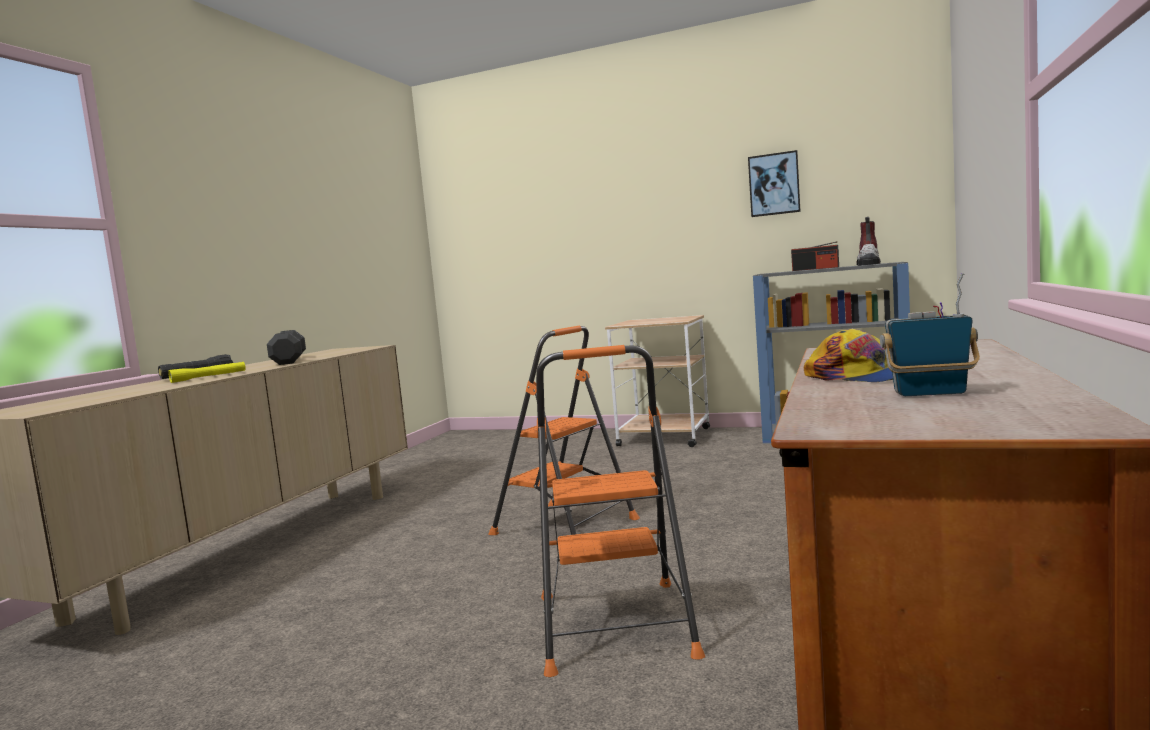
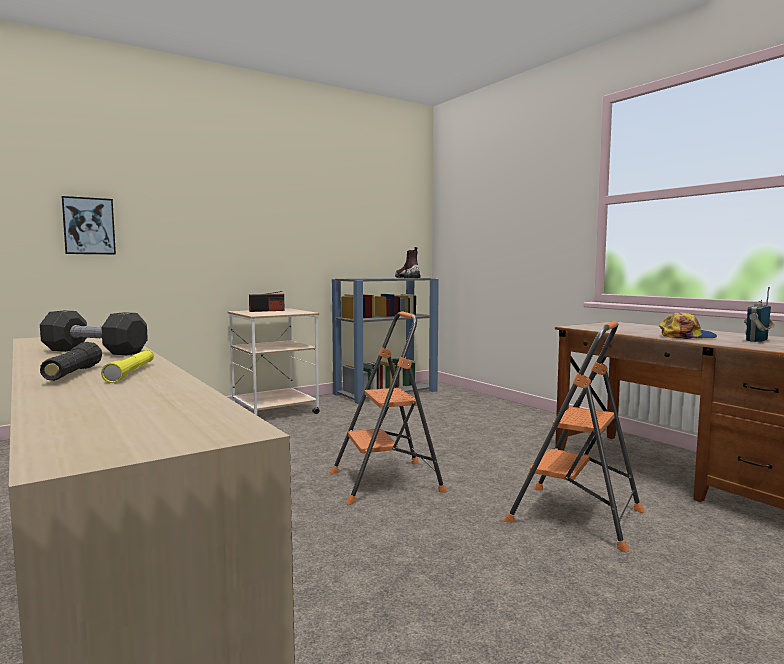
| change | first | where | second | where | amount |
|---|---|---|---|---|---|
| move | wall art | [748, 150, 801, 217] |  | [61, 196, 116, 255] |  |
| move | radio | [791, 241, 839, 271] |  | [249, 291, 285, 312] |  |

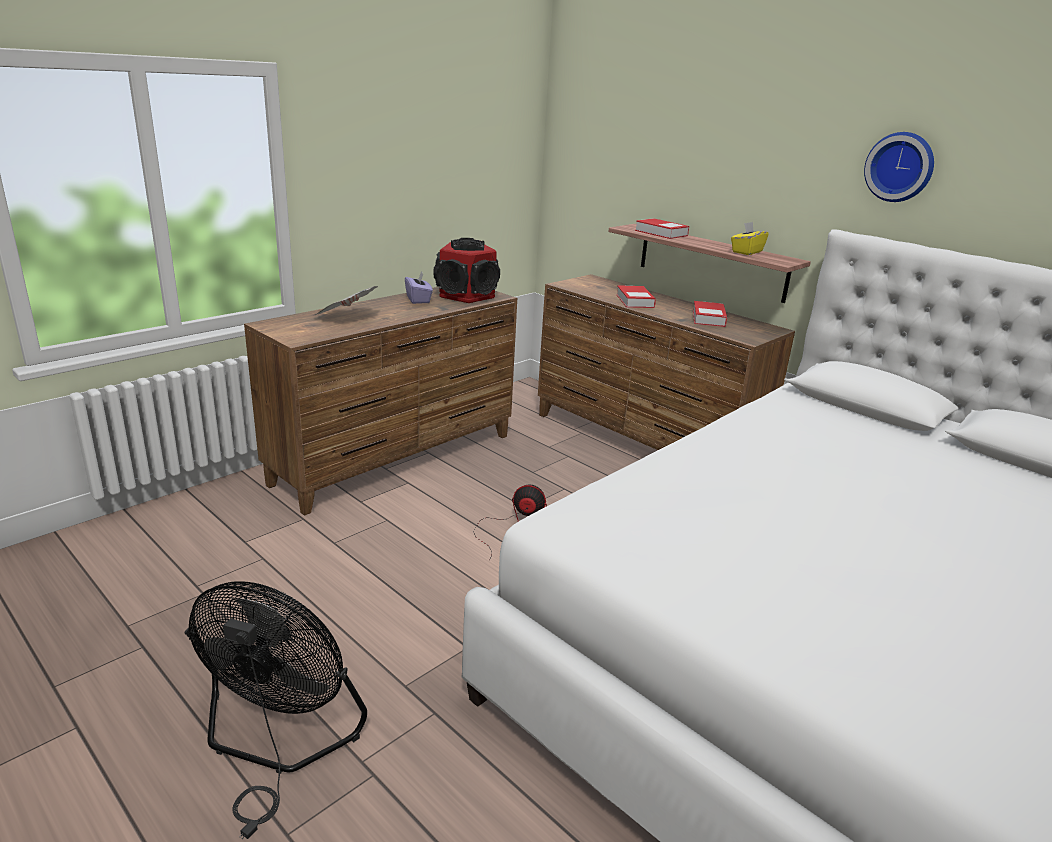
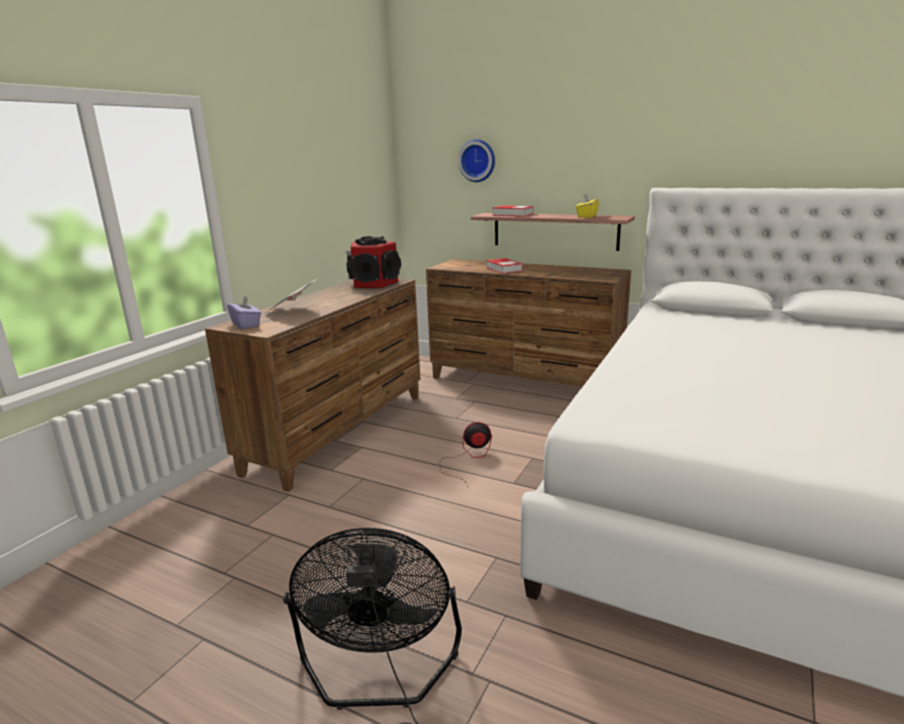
| change | first | where | second | where | amount |
|---|---|---|---|---|---|
| move | wall clock | [864, 132, 934, 202] |  | [458, 139, 495, 182] |  |
| move | tissue box (purple) | [405, 272, 433, 304] |  | [227, 295, 261, 329] |  |
| delete | volume | [693, 301, 727, 327] |  |  |  |

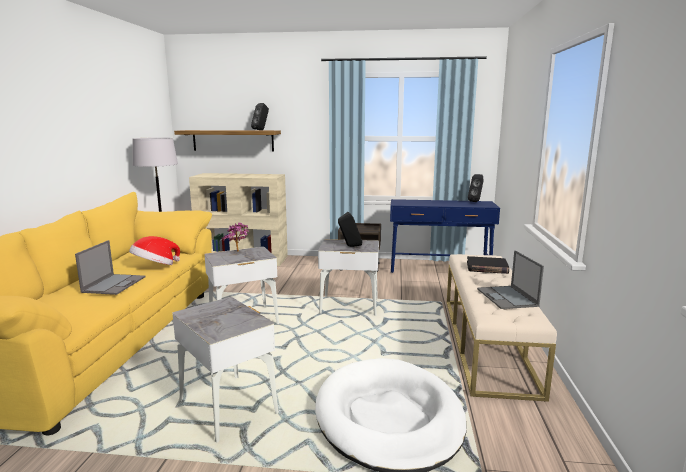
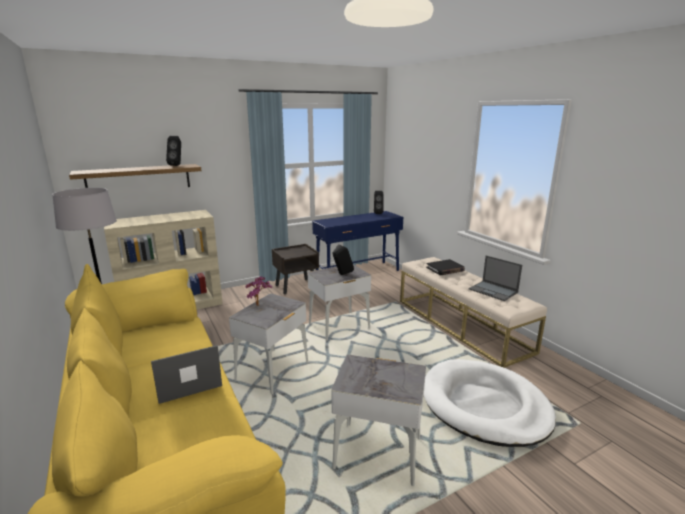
| change | first | where | second | where | amount |
|---|---|---|---|---|---|
| delete | wearable hat | [129, 236, 180, 265] |  |  |  |
| rotate | portable computer | [75, 240, 145, 295] |  | [151, 345, 222, 404] | 90 degrees counterclockwise |

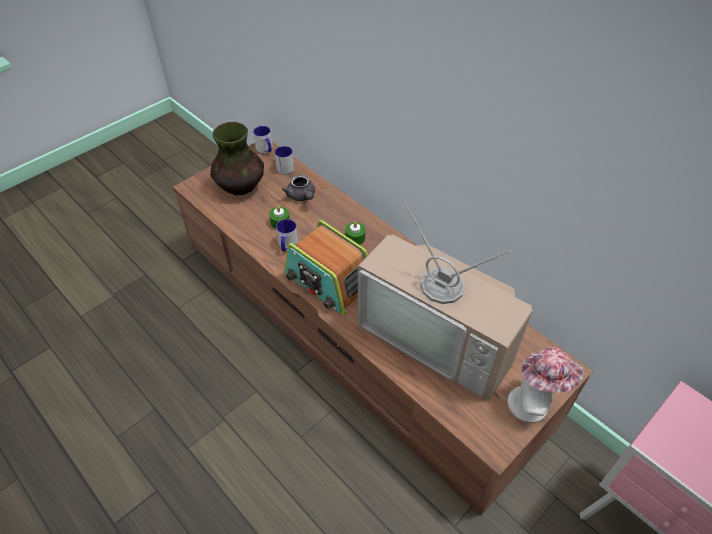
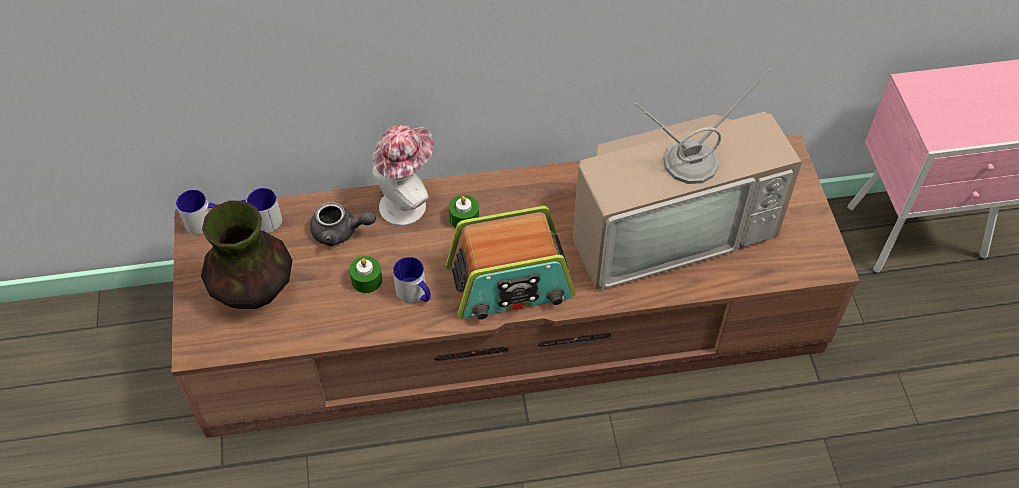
| change | first | where | second | where | amount |
|---|---|---|---|---|---|
| move | wearable hat | [507, 347, 584, 423] |  | [372, 125, 433, 226] |  |

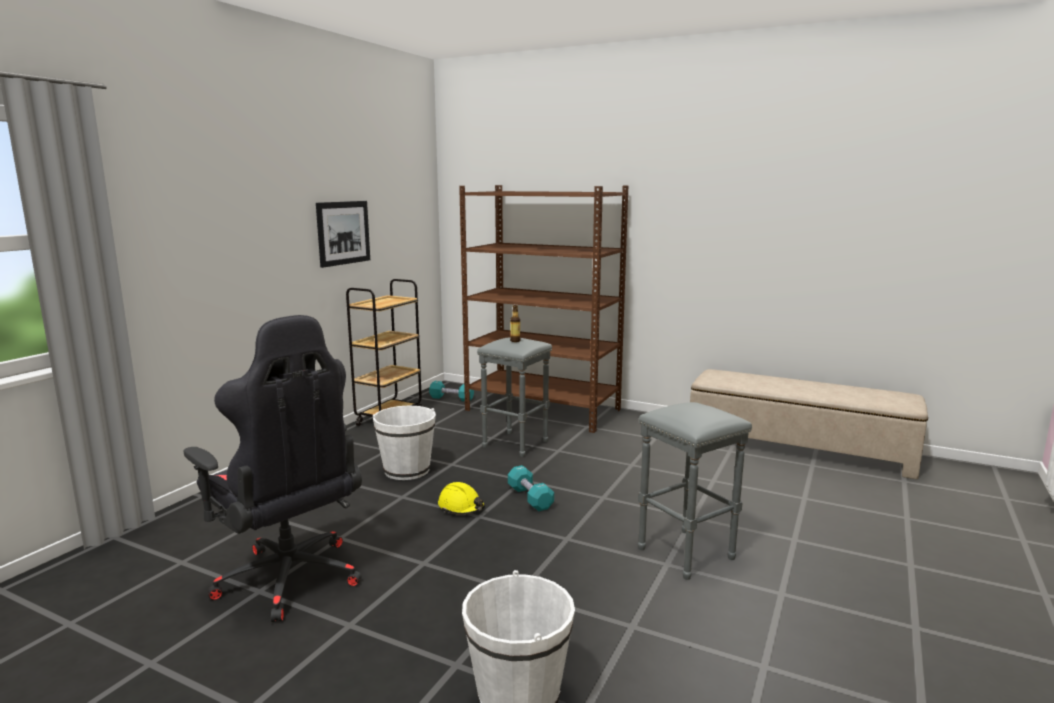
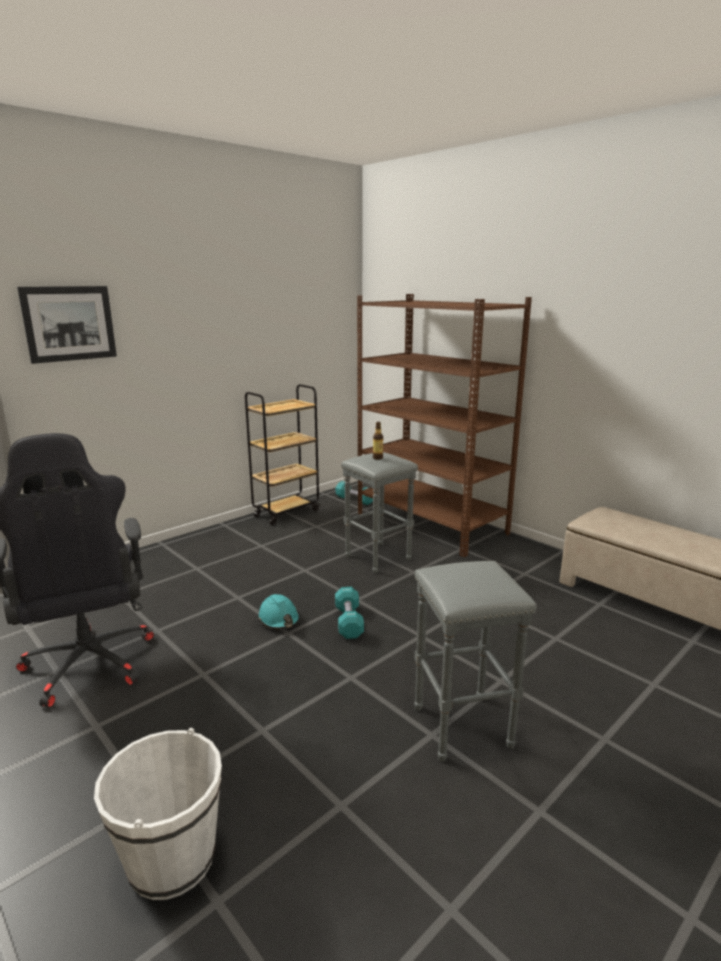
| change | first | where | second | where | amount |
|---|---|---|---|---|---|
| move | wall art | [316, 201, 370, 268] |  | [17, 286, 117, 364] |  |
| delete | water bucket (white) | [373, 406, 436, 480] |  |  |  |
| recolor | safety helmet (yellow) | [438, 482, 485, 515] | safety helmet (turquoise-coloured) | [258, 594, 300, 629] |  |

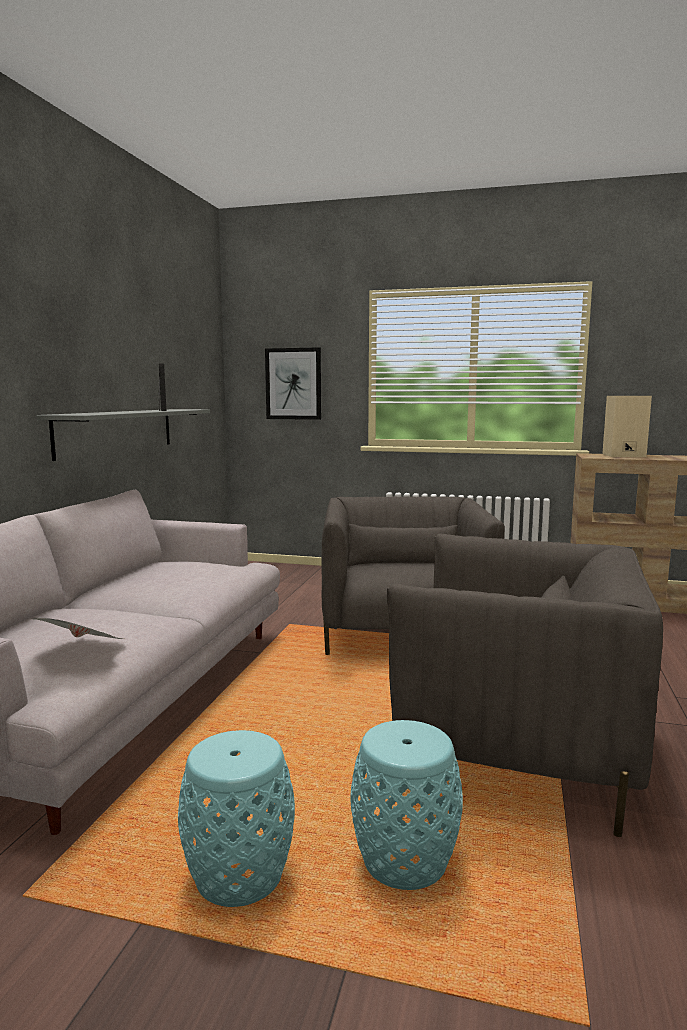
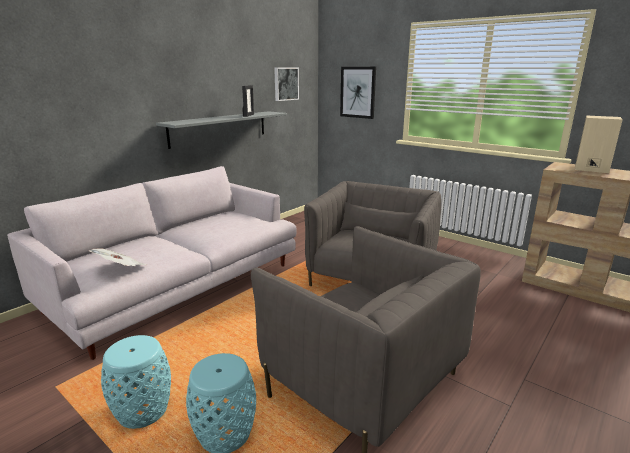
| change | first | where | second | where | amount |
|---|---|---|---|---|---|
| insert |  |  | wall art | [274, 68, 299, 101] |  |

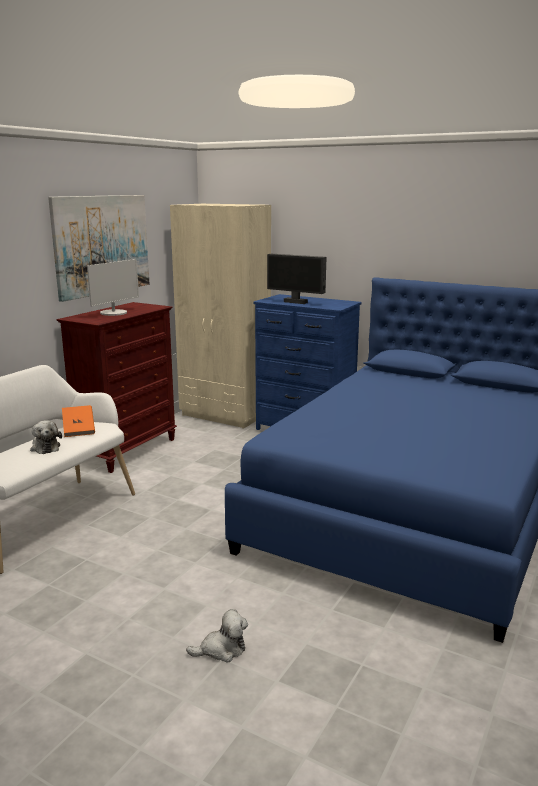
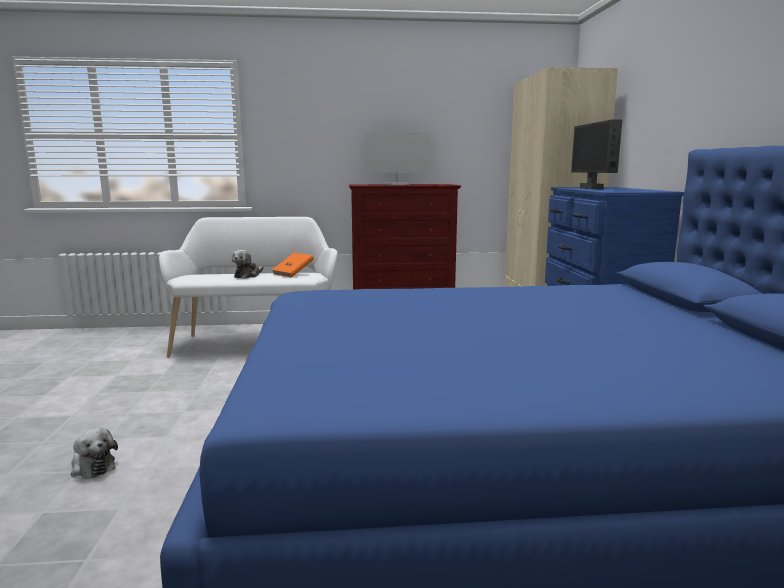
| change | first | where | second | where | amount |
|---|---|---|---|---|---|
| delete | wall art | [48, 195, 149, 302] |  |  |  |

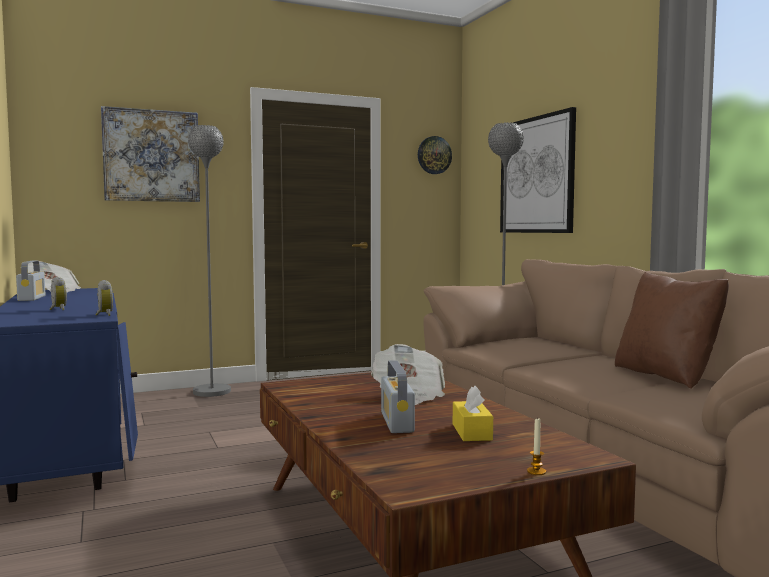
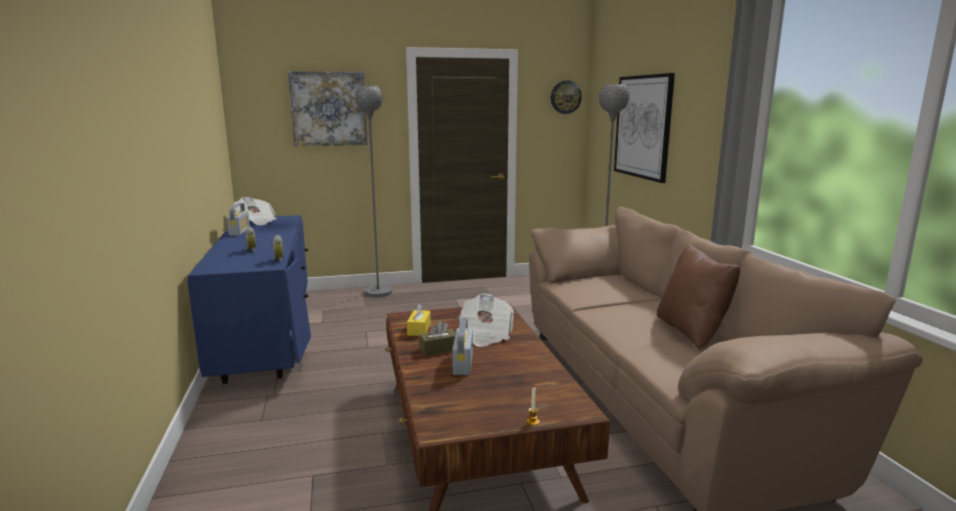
| change | first | where | second | where | amount |
|---|---|---|---|---|---|
| move | tissue box (yellow) | [453, 386, 493, 441] |  | [407, 303, 431, 336] |  |
| insert |  |  | tissue box (brownish) | [419, 321, 456, 356] |  |

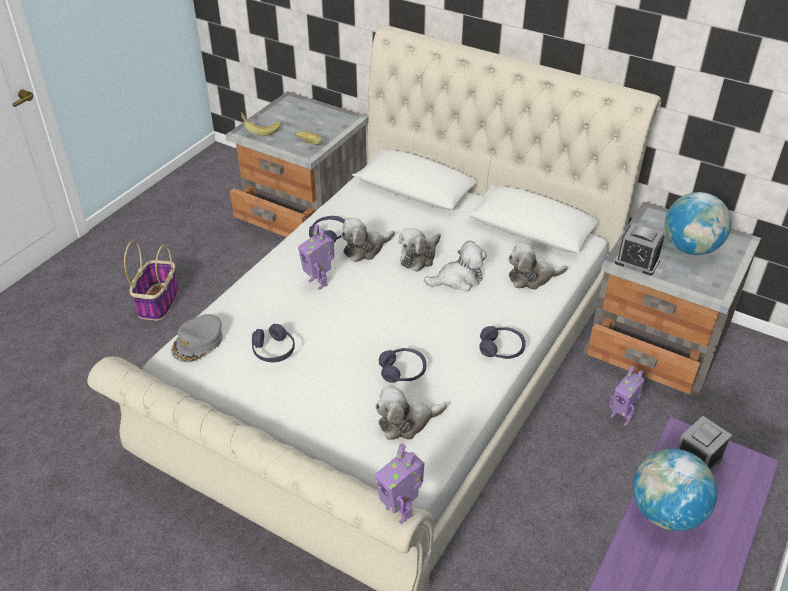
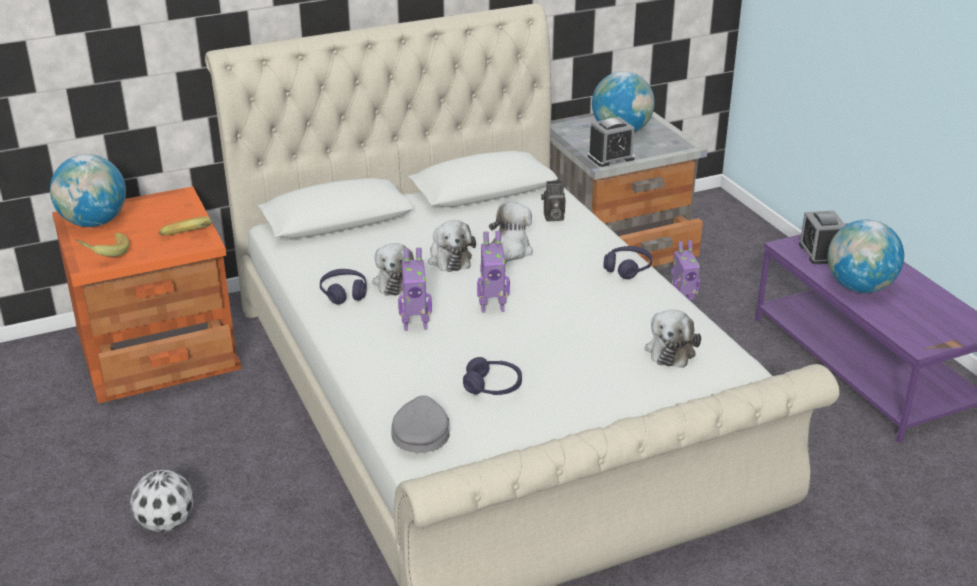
| change | first | where | second | where | amount |
|---|---|---|---|---|---|
| recolor | nightstand (gray) | [226, 91, 368, 237] | nightstand (orange-coloured) | [52, 186, 241, 404] |  |
| replace | basket | [124, 241, 179, 321] | ball for football | [130, 470, 194, 532] |  |
| replace | plush toy | [508, 242, 568, 290] | photo camera | [541, 180, 565, 221] |  |
| rotate | cap (gray) | [171, 314, 222, 362] |  | [391, 395, 450, 453] | 150 degrees counterclockwise |
| delete | headset (purple) | [379, 348, 426, 383] |  |  |  |
| move | toy robot | [376, 444, 424, 524] |  | [477, 231, 510, 313] |  |
| insert |  |  | desk globe | [50, 154, 126, 227] |  |

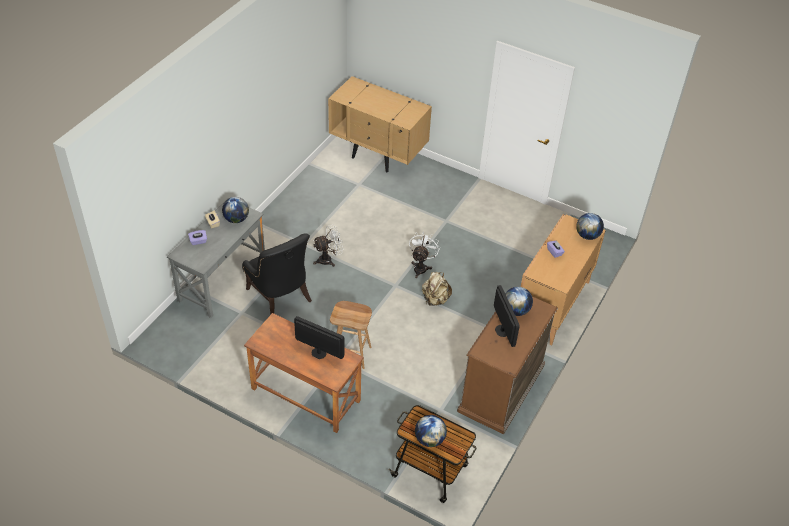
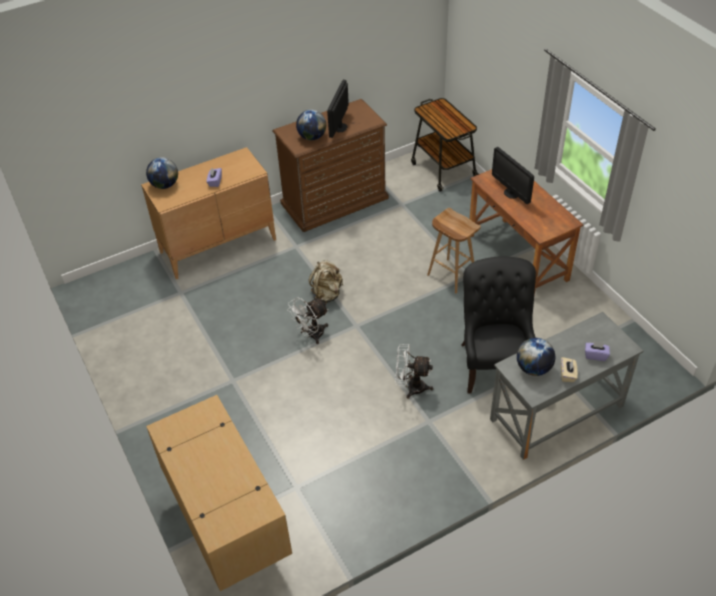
| change | first | where | second | where | amount |
|---|---|---|---|---|---|
| delete | desk globe | [415, 415, 447, 447] |  |  |  |

